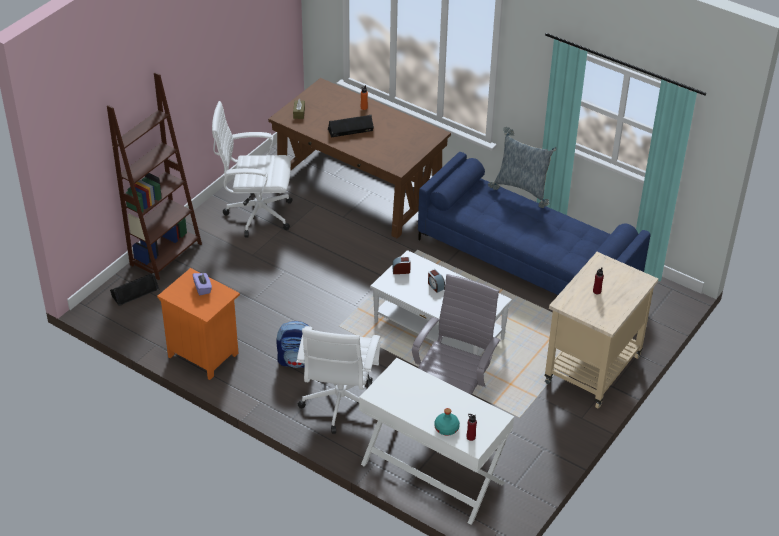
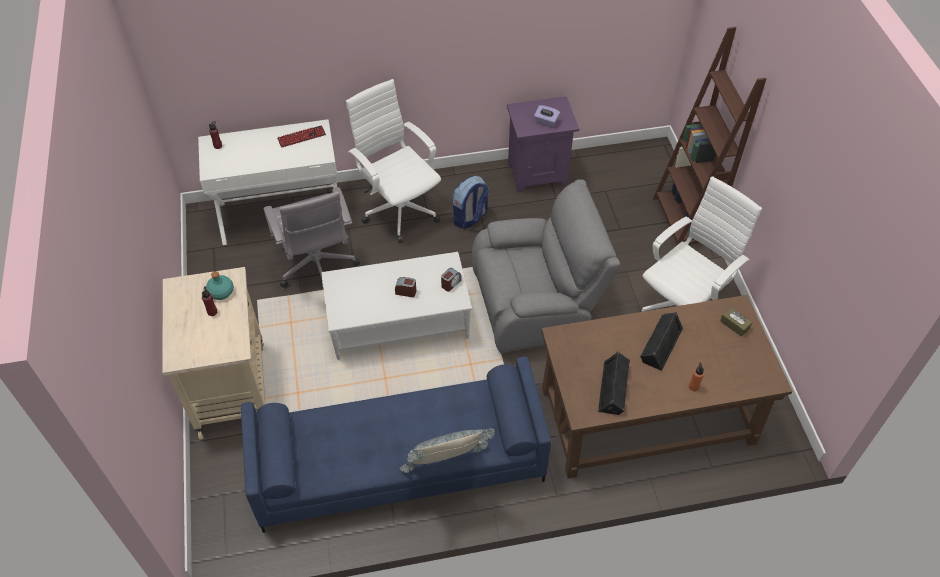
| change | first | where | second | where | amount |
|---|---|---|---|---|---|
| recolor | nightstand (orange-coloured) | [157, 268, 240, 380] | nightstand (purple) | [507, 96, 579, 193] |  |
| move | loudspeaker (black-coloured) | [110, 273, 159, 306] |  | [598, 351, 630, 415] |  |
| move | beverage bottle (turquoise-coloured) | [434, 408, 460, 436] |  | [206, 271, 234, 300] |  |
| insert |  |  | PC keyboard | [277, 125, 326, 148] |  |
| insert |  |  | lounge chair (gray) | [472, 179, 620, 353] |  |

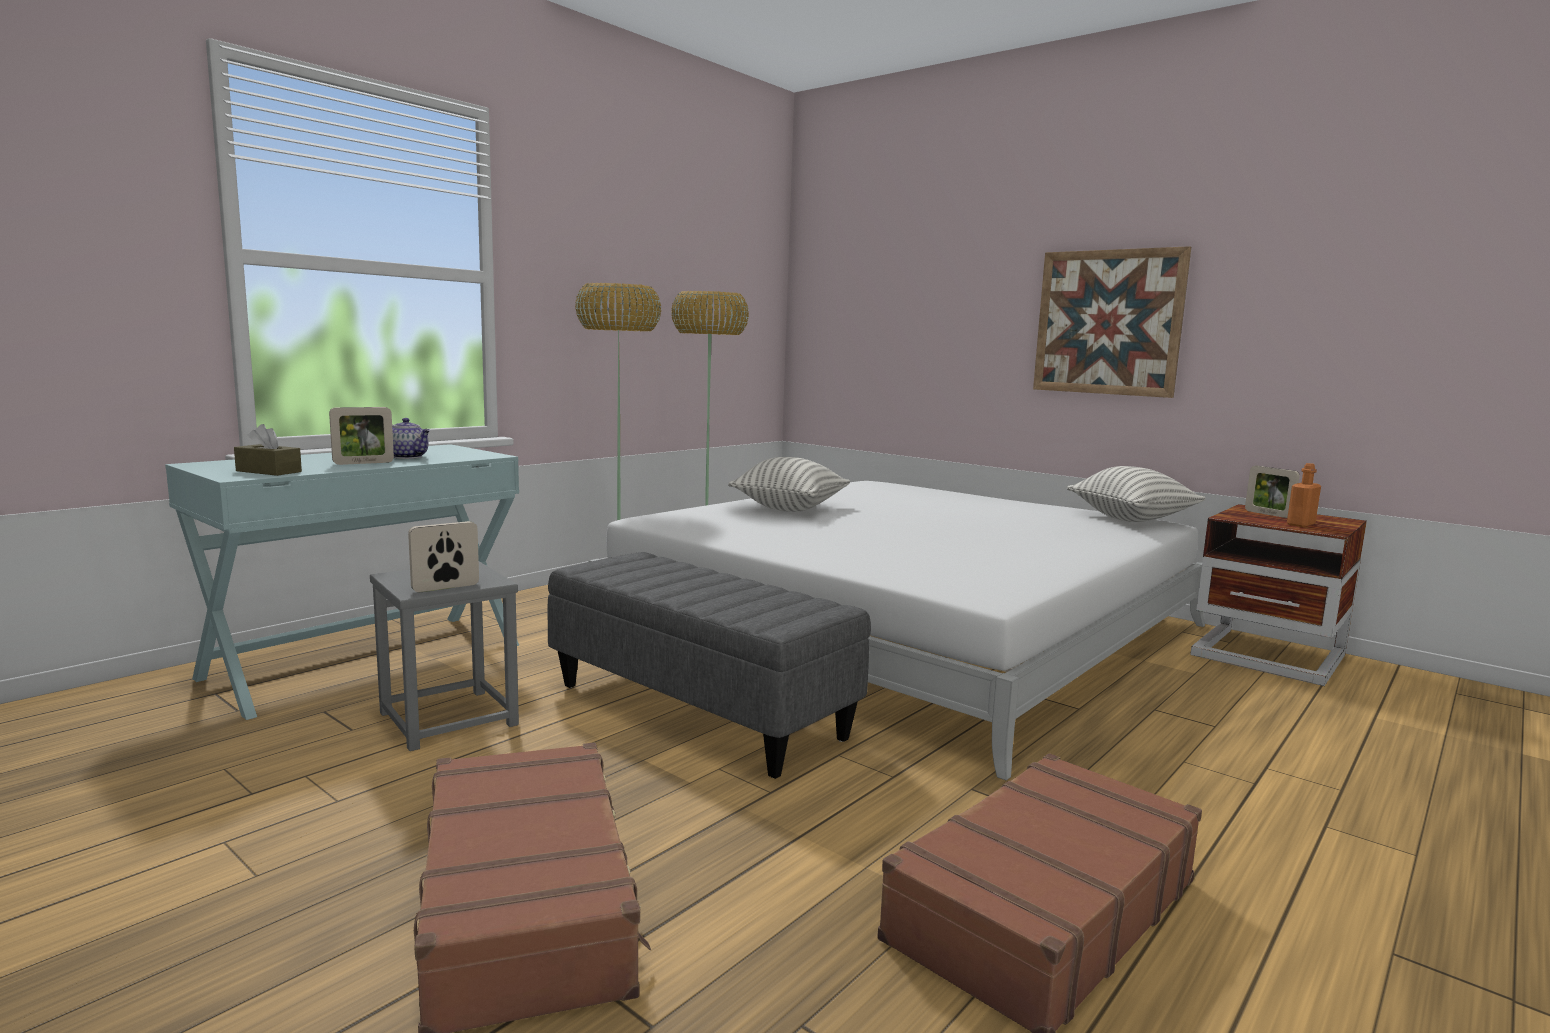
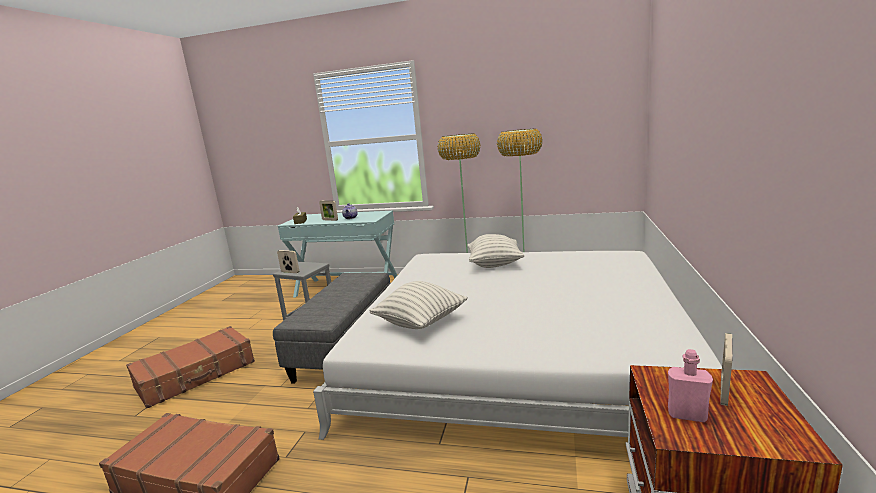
| change | first | where | second | where | amount |
|---|---|---|---|---|---|
| delete | wall art | [1033, 246, 1191, 398] |  |  |  |
| recolor | beverage bottle (orange-coloured) | [1287, 463, 1321, 527] | beverage bottle (pink-coloured) | [668, 349, 713, 422] |  |
| move | pillow | [1067, 466, 1206, 522] |  | [369, 281, 468, 329] |  |

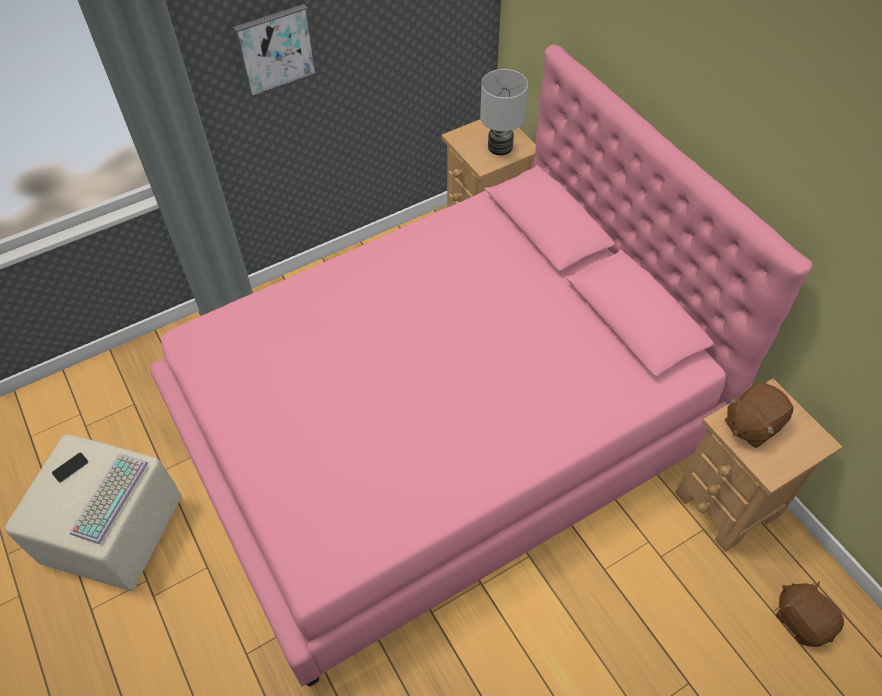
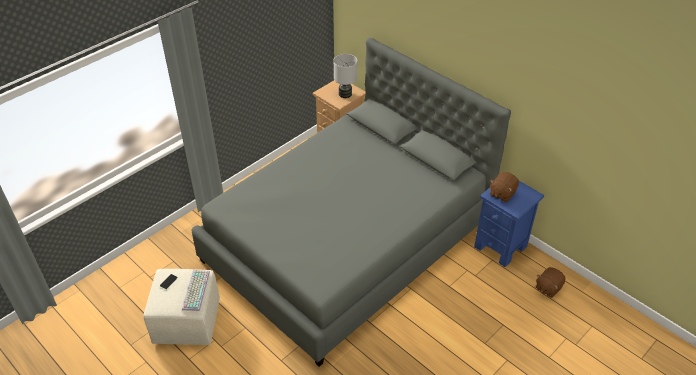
| change | first | where | second | where | amount |
|---|---|---|---|---|---|
| delete | wall art | [233, 4, 317, 97] |  |  |  |
| recolor | sleeping bed (pink-coloured) | [150, 45, 813, 687] | sleeping bed (gray) | [192, 38, 511, 367] |  |
| recolor | nightstand (sand-coloured) | [675, 379, 842, 552] | nightstand (blue) | [474, 181, 544, 267] |  |
| rotate | plush toy (brownish) | [776, 581, 844, 647] |  | [536, 267, 566, 298] | 90 degrees counterclockwise |

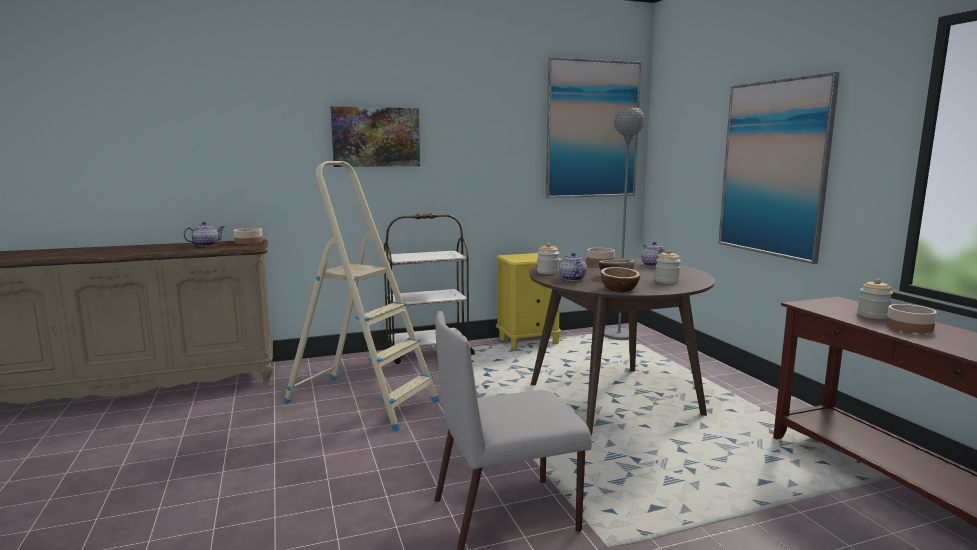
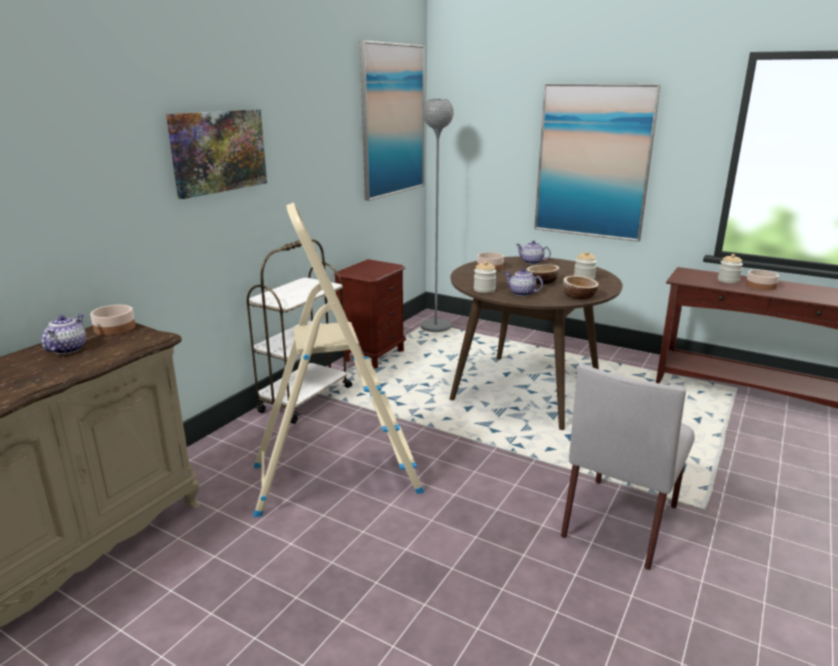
| change | first | where | second | where | amount |
|---|---|---|---|---|---|
| recolor | nightstand (yellow) | [496, 253, 562, 349] | nightstand (brownish) | [334, 259, 406, 368] |  |

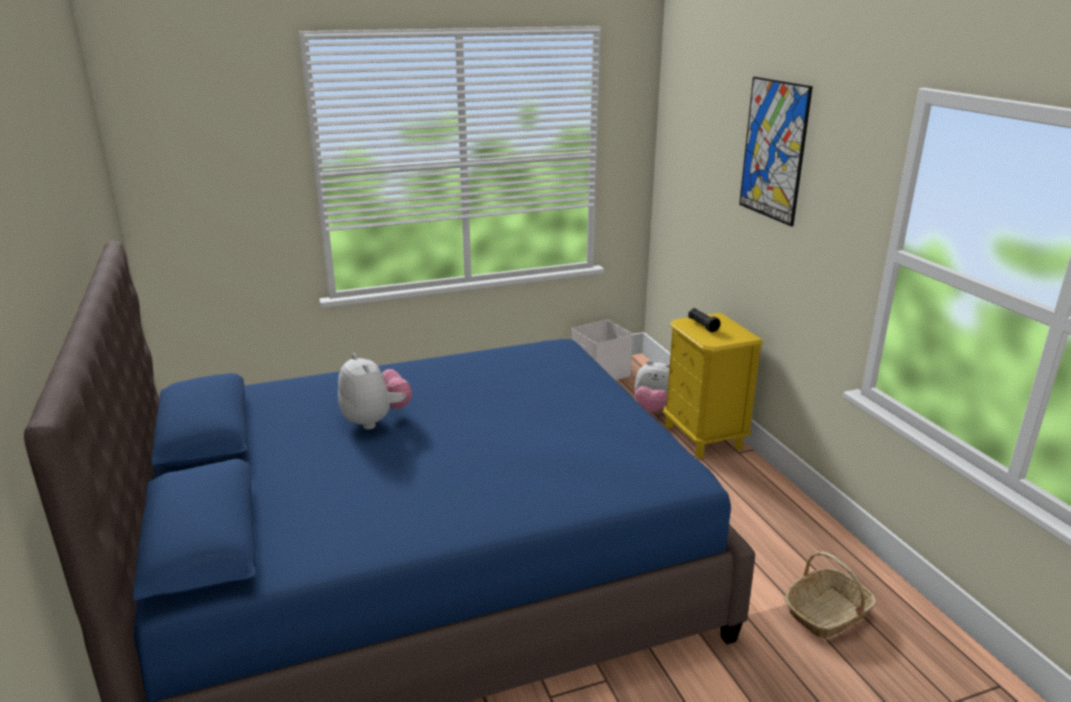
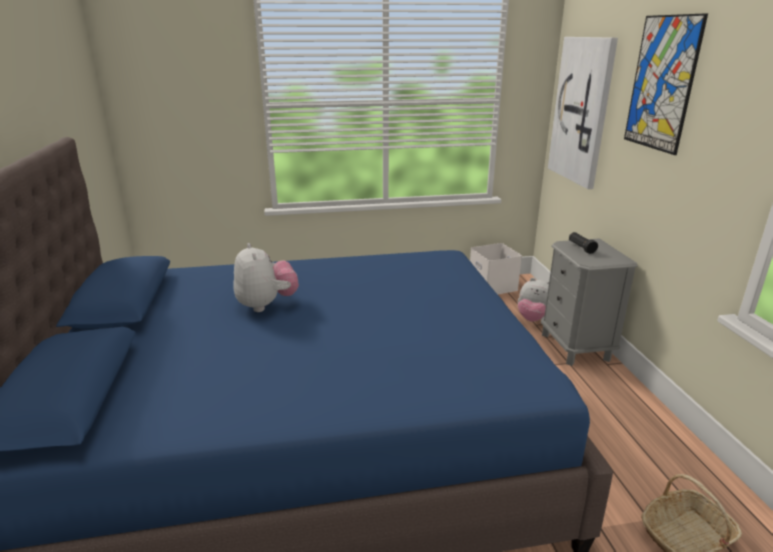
| change | first | where | second | where | amount |
|---|---|---|---|---|---|
| recolor | nightstand (yellow) | [663, 313, 763, 458] | nightstand (gray) | [541, 238, 637, 366] |  |
| insert |  |  | wall art | [548, 37, 618, 189] |  |

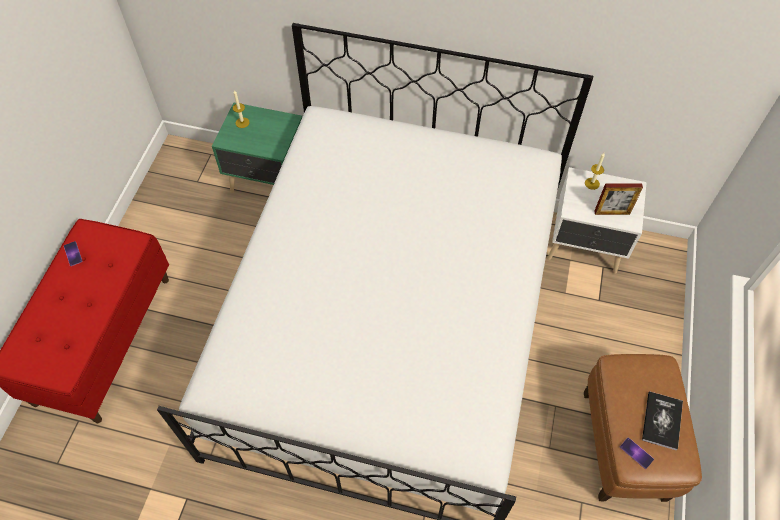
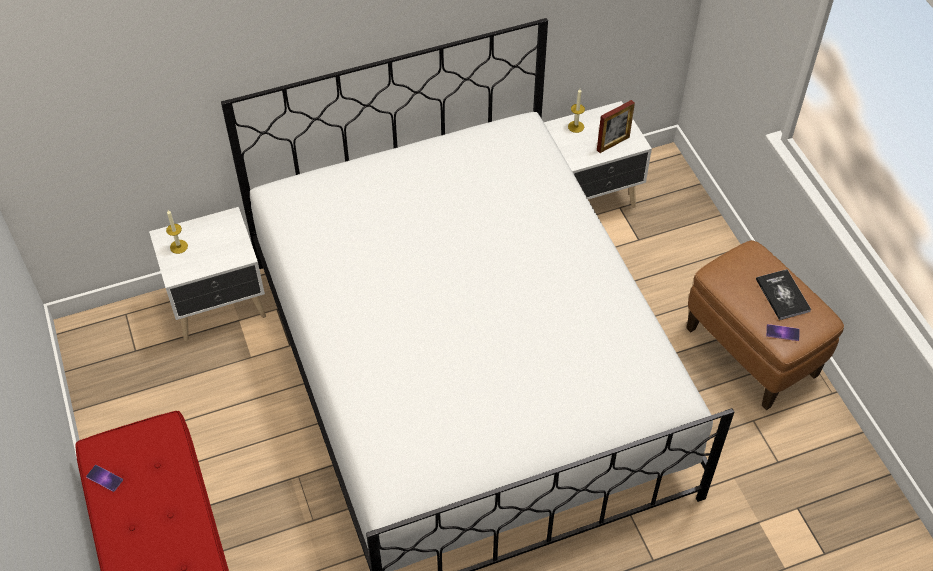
| change | first | where | second | where | amount |
|---|---|---|---|---|---|
| recolor | nightstand (green) | [212, 102, 302, 193] | nightstand (white) | [149, 207, 266, 341] |  |

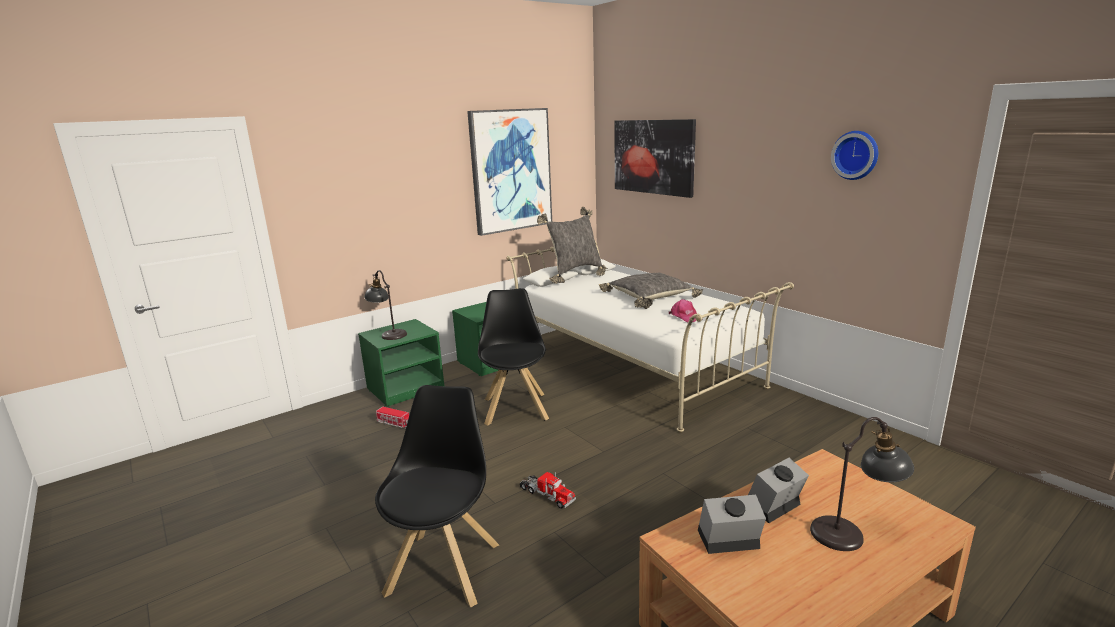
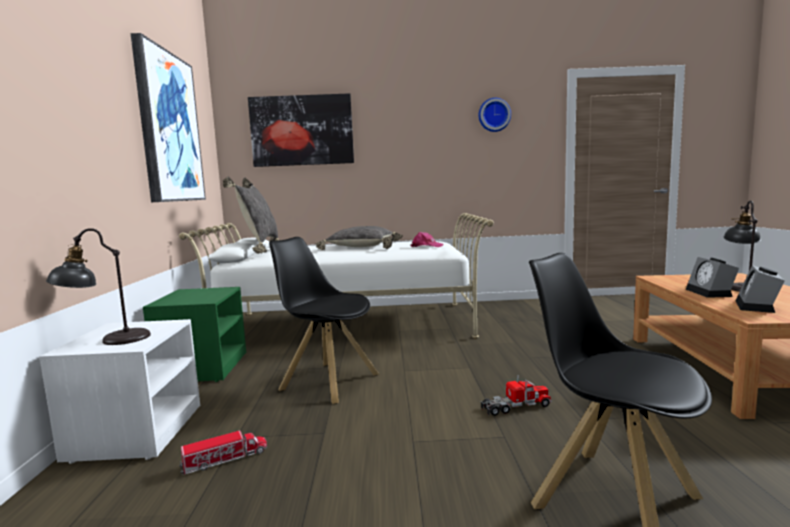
| change | first | where | second | where | amount |
|---|---|---|---|---|---|
| recolor | nightstand (green) | [358, 319, 444, 407] | nightstand (white) | [39, 319, 200, 464] |  |

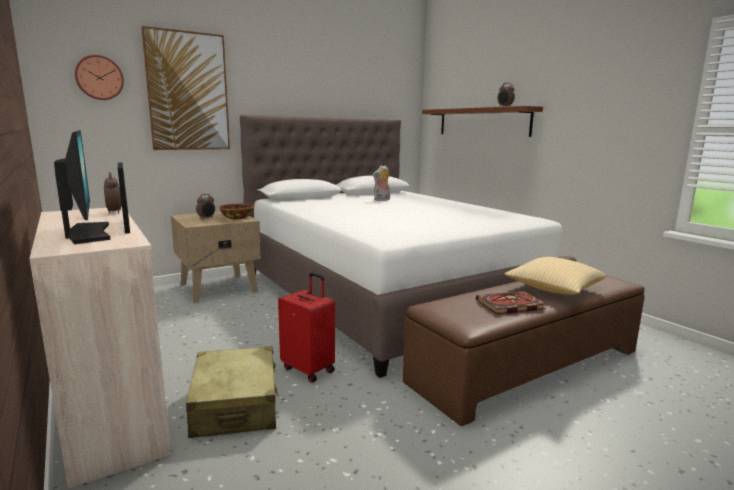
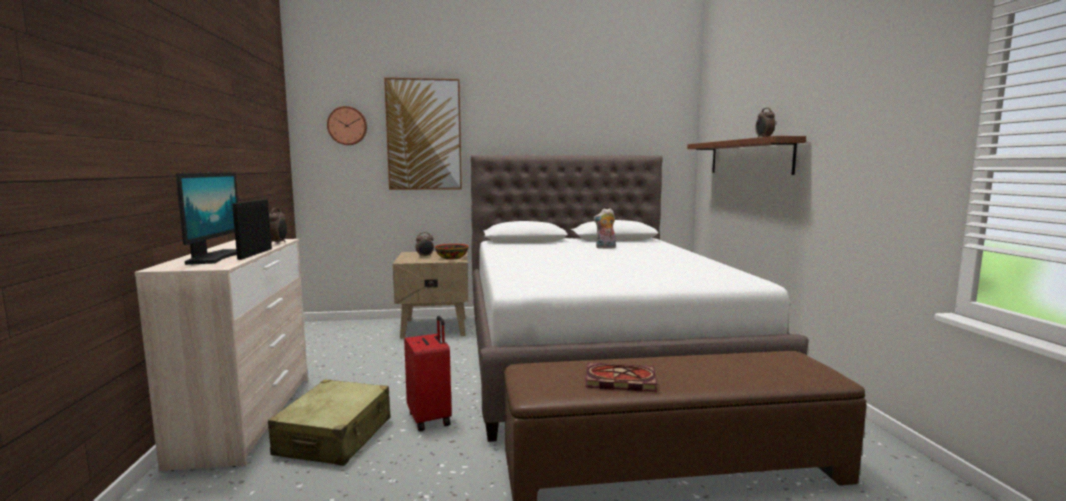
| change | first | where | second | where | amount |
|---|---|---|---|---|---|
| delete | pillow | [504, 257, 607, 294] |  |  |  |

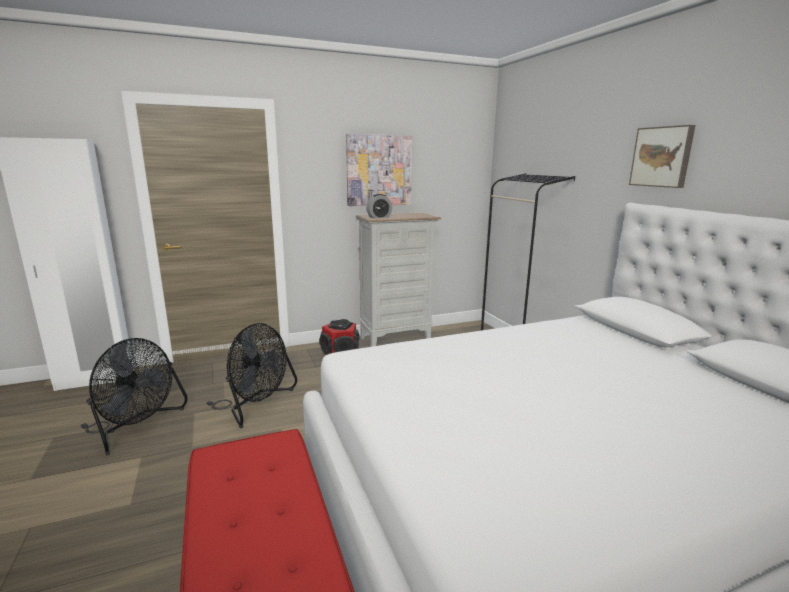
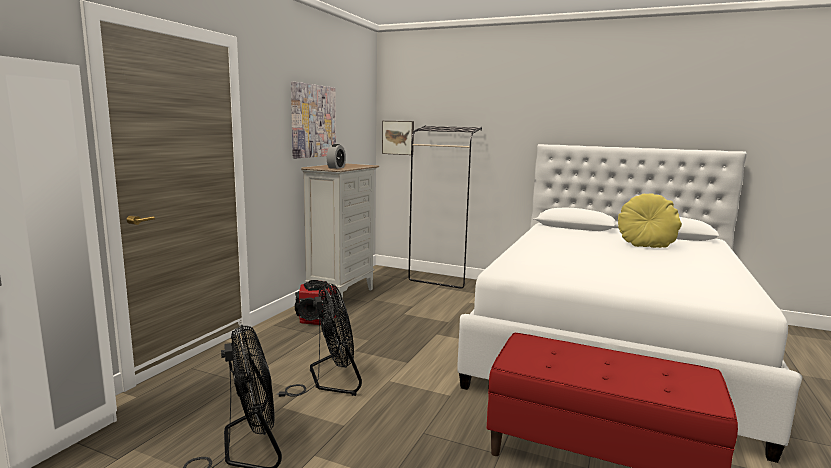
| change | first | where | second | where | amount |
|---|---|---|---|---|---|
| move | wall art | [629, 125, 696, 188] |  | [382, 121, 414, 155] |  |
| insert |  |  | pillow (yellow) | [618, 193, 682, 248] |  |

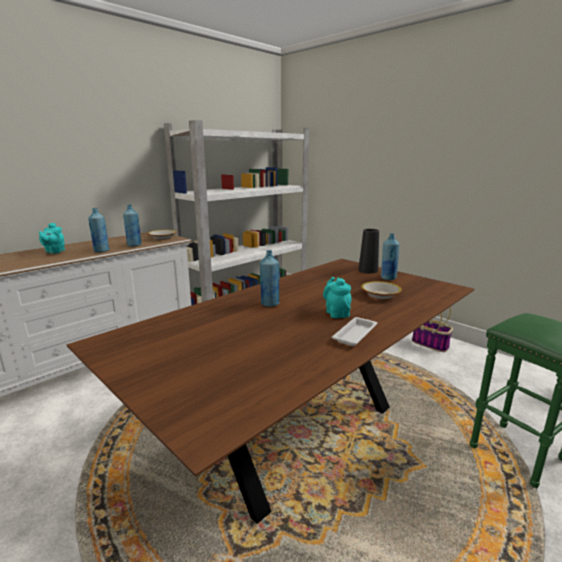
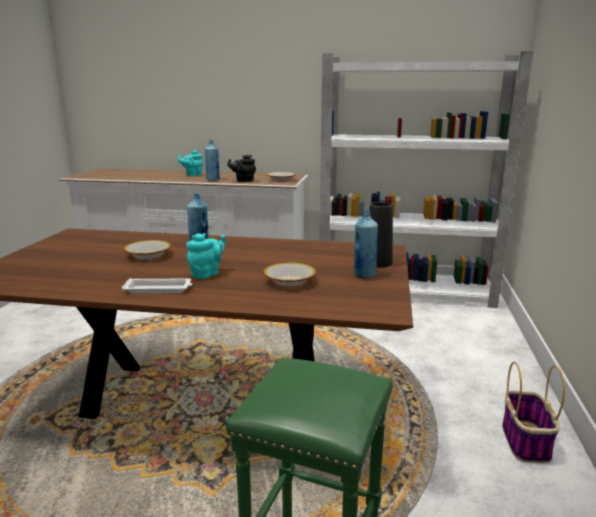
| change | first | where | second | where | amount |
|---|---|---|---|---|---|
| replace | beverage bottle (blue) | [123, 205, 141, 247] | teapot (black-coloured) | [227, 155, 256, 182] |  |
| insert |  |  | deep dish | [124, 240, 171, 260] |  |

